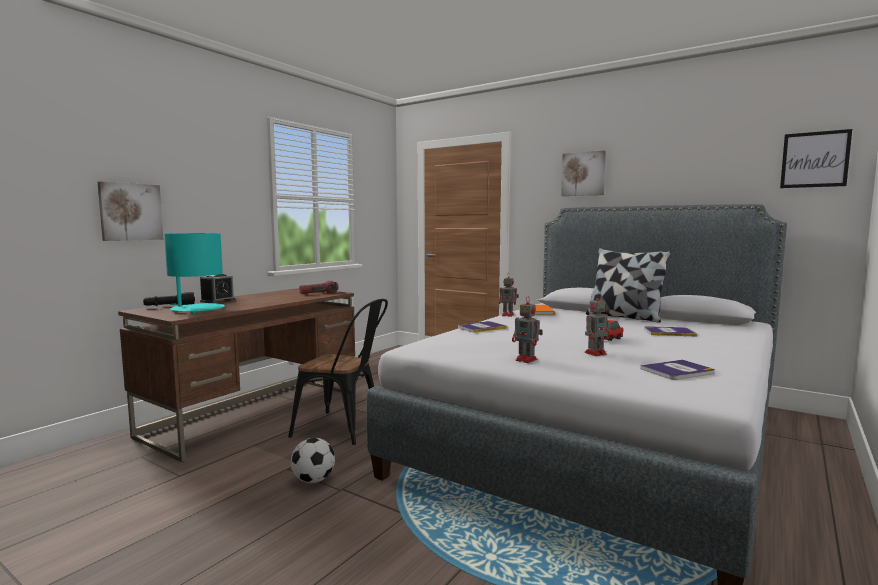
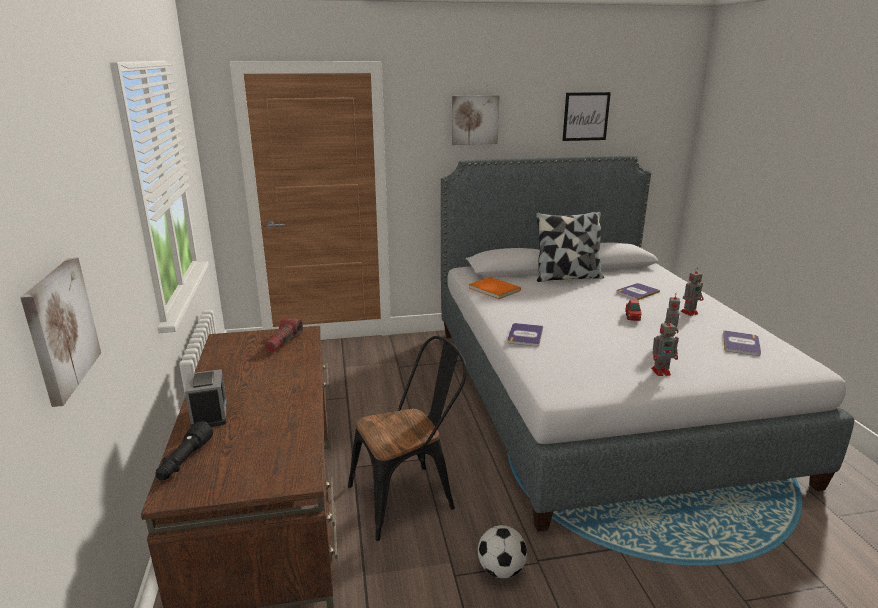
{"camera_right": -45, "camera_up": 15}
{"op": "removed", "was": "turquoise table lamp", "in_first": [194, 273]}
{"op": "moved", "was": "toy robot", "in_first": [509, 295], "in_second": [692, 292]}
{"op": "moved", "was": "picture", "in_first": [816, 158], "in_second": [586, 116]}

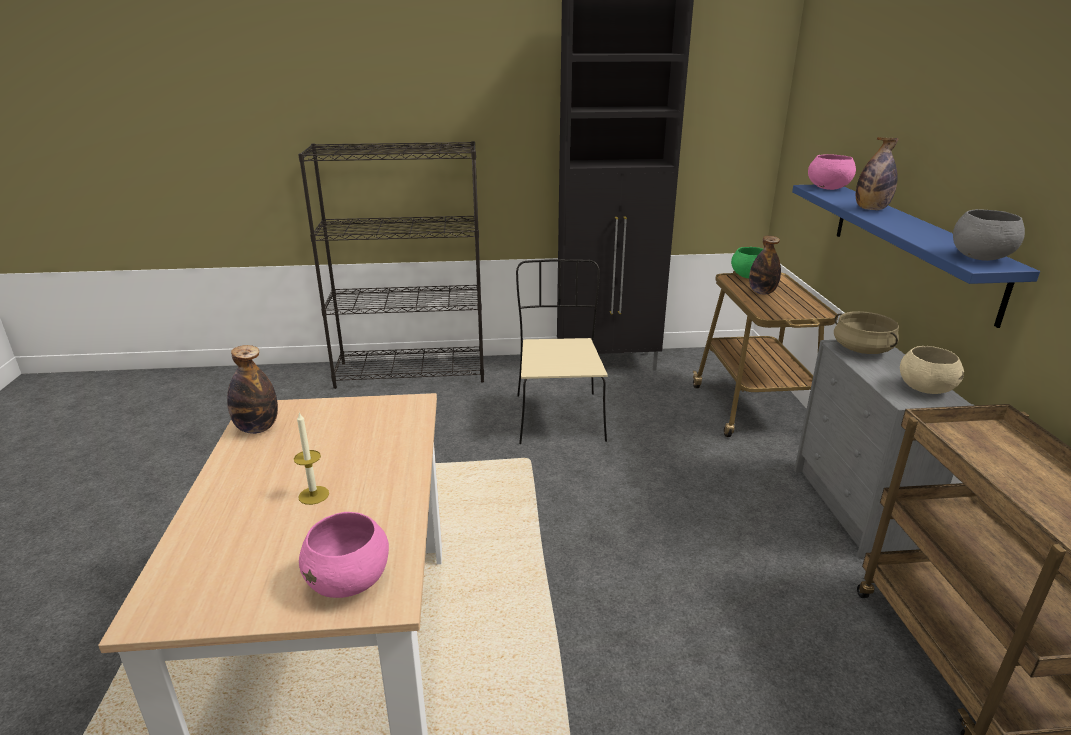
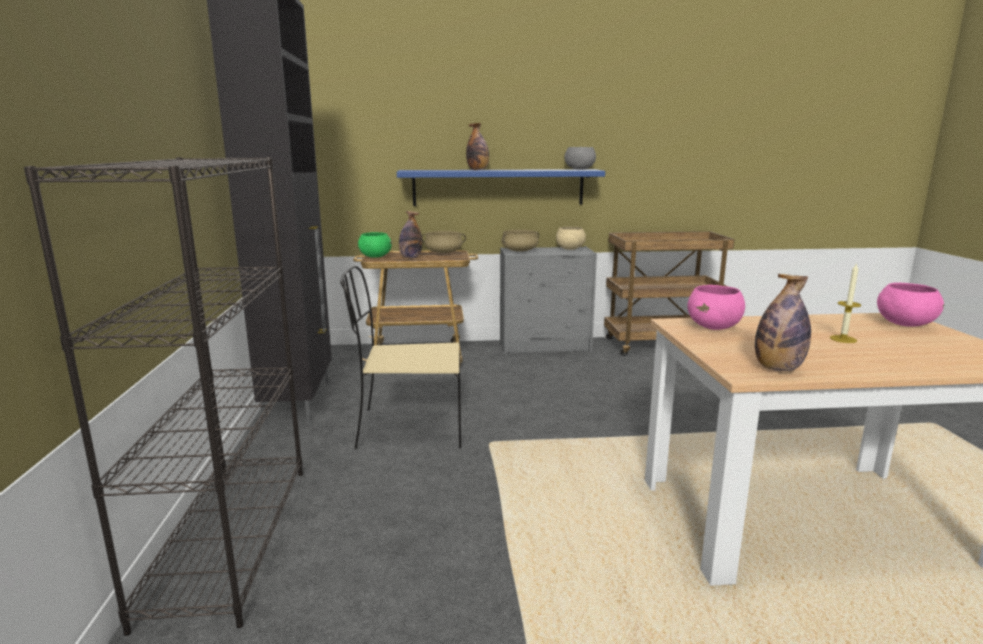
{"camera_right": -90, "camera_up": -10}
{"op": "moved", "was": "pink bowl", "in_first": [832, 172], "in_second": [716, 307]}
{"op": "added", "now": "beige cooking pot", "in_second": [444, 242]}

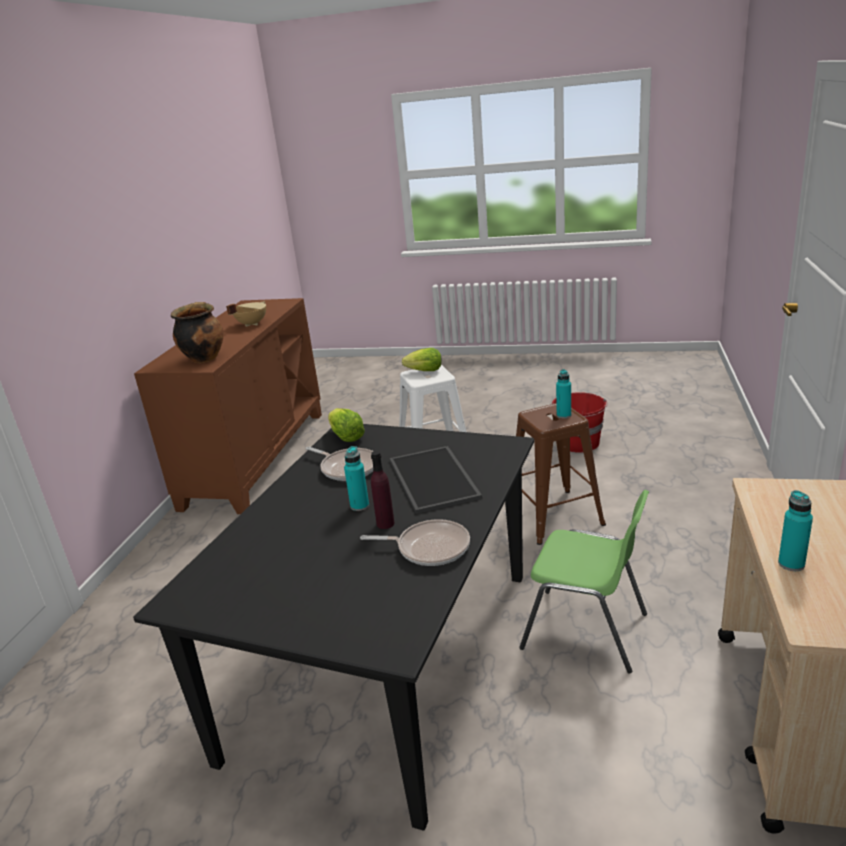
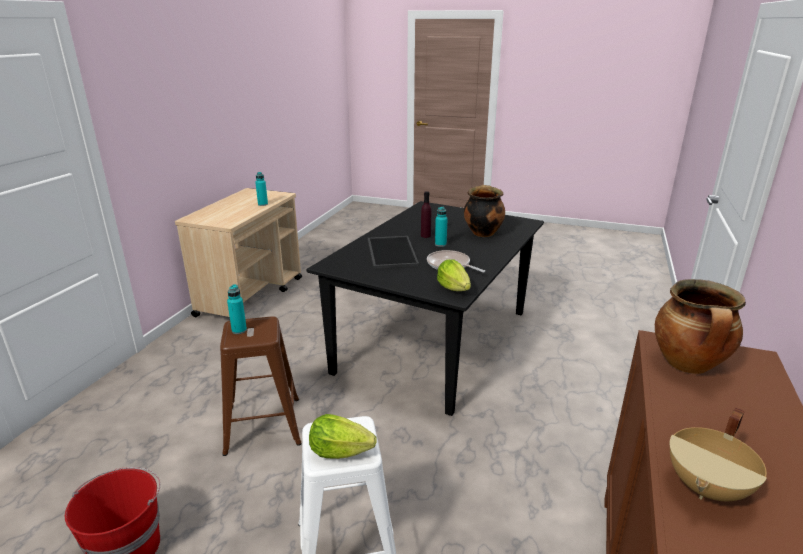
{"camera_right": -175, "camera_up": 0}
{"op": "removed", "was": "frying pan", "in_first": [415, 542]}
{"op": "removed", "was": "green chair", "in_first": [584, 581]}
{"op": "added", "now": "cooking pot", "in_second": [484, 211]}

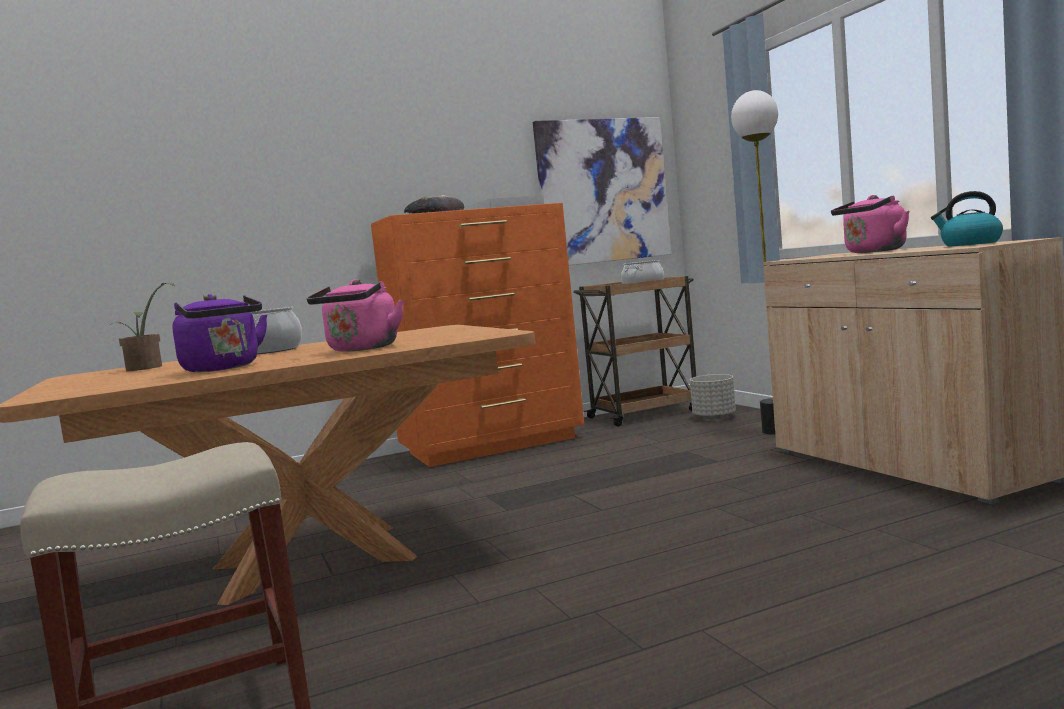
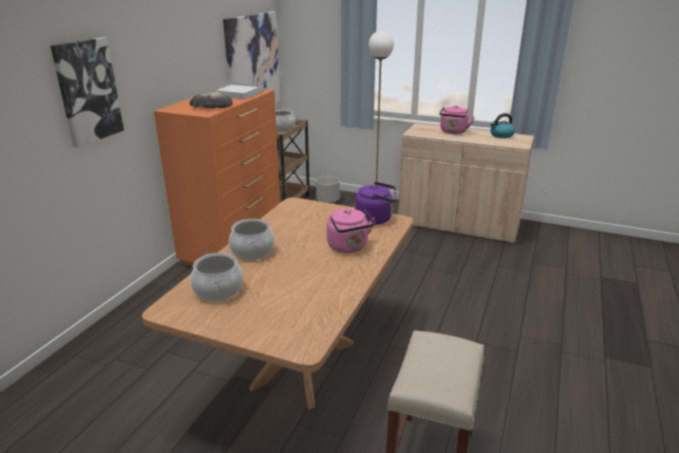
{"camera_right": -45, "camera_up": 20}
{"op": "replaced", "was": "potted plant", "now": "cooking pot", "in_first": [142, 327], "in_second": [217, 277]}
{"op": "moved", "was": "purple kettle", "in_first": [219, 333], "in_second": [375, 203]}
{"op": "added", "now": "picture", "in_second": [87, 92]}

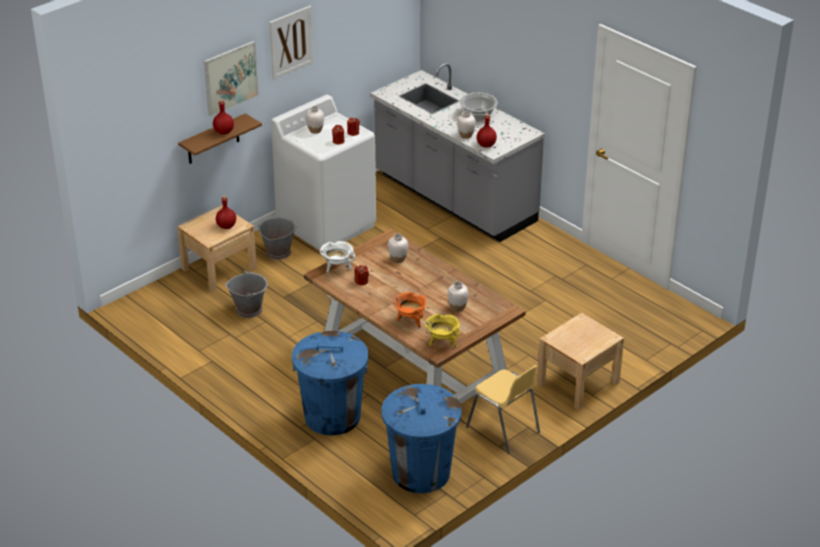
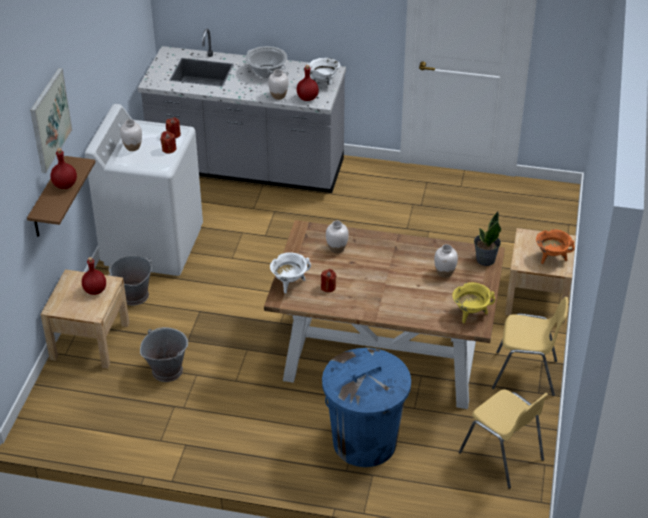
{"camera_right": -35, "camera_up": 5}
{"op": "removed", "was": "picture", "in_first": [291, 43]}
{"op": "replaced", "was": "blue trash can", "now": "yellow chair", "in_first": [421, 438], "in_second": [503, 438]}
{"op": "moved", "was": "orange cooking pot", "in_first": [409, 310], "in_second": [555, 246]}
{"op": "added", "now": "white cooking pot", "in_second": [323, 71]}
{"op": "added", "now": "potted plant", "in_second": [487, 239]}

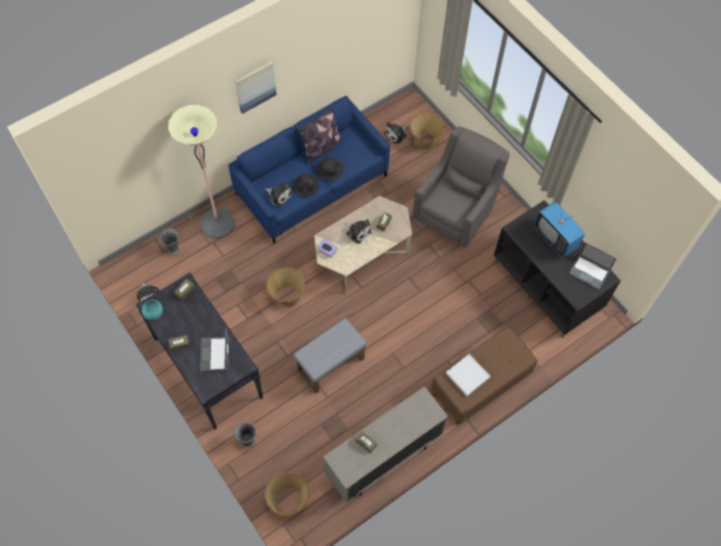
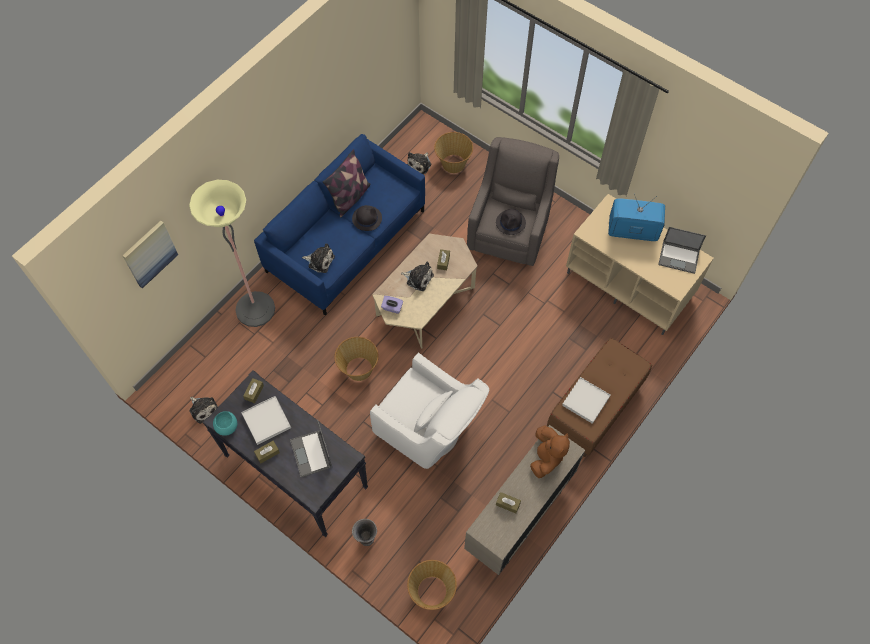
{"camera_right": -15, "camera_up": 0}
{"op": "removed", "was": "grey vase", "in_first": [169, 242]}
{"op": "moved", "was": "picture", "in_first": [256, 87], "in_second": [150, 255]}
{"op": "moved", "was": "black hat", "in_first": [306, 185], "in_second": [511, 222]}
{"op": "replaced", "was": "grey ottoman", "now": "white armchair", "in_first": [330, 356], "in_second": [429, 410]}
{"op": "recoloured", "was": "black tv stand", "now": "beige tv stand", "in_first": [557, 269], "in_second": [640, 264]}
{"op": "turned", "was": "television", "in_first": [559, 230], "in_second": [636, 217], "clockwise": 150}
{"op": "added", "now": "white tray", "in_second": [266, 420]}
{"op": "added", "now": "brown plush toy", "in_second": [550, 452]}

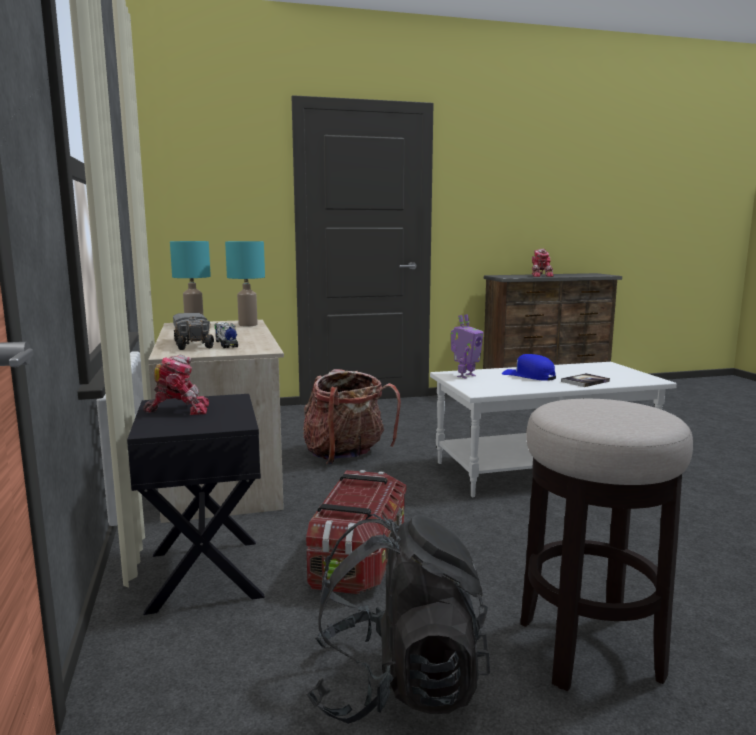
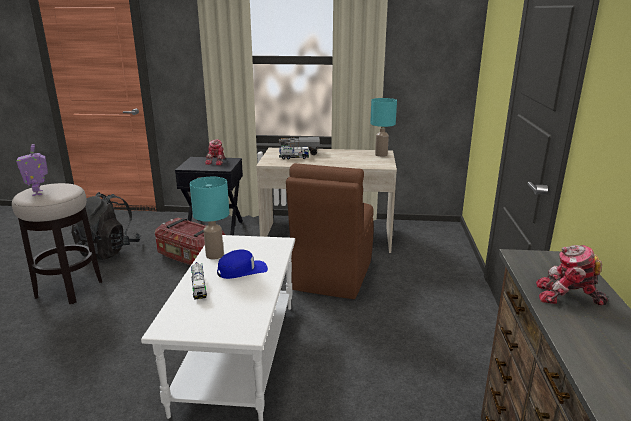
{"camera_right": 110, "camera_up": 10}
{"op": "moved", "was": "turquoise table lamp", "in_first": [245, 283], "in_second": [209, 218]}
{"op": "replaced", "was": "backpack", "now": "brown chair", "in_first": [352, 416], "in_second": [330, 231]}
{"op": "moved", "was": "toy robot", "in_first": [467, 346], "in_second": [32, 170]}
{"op": "replaced", "was": "book", "now": "toy truck", "in_first": [585, 380], "in_second": [199, 281]}

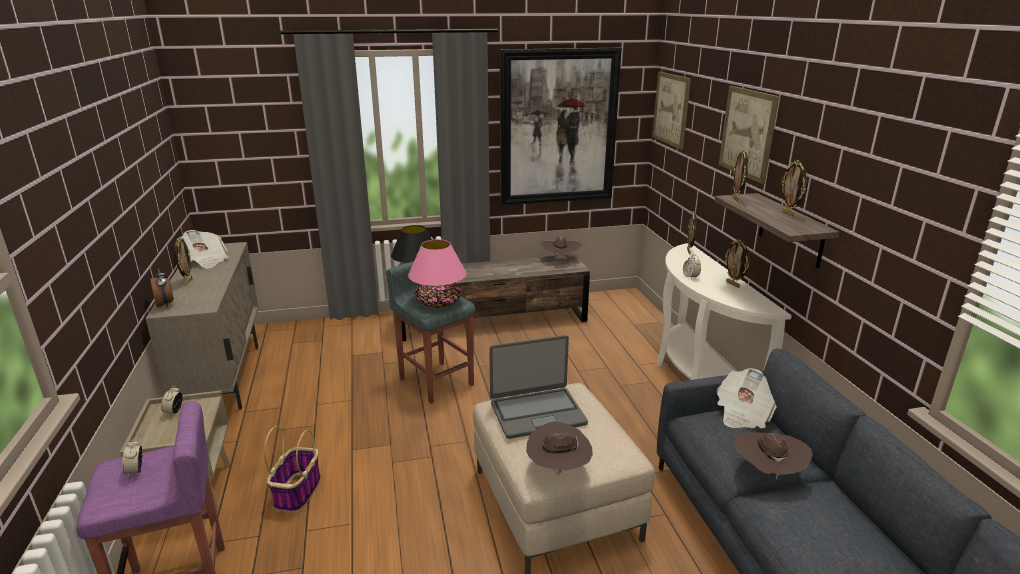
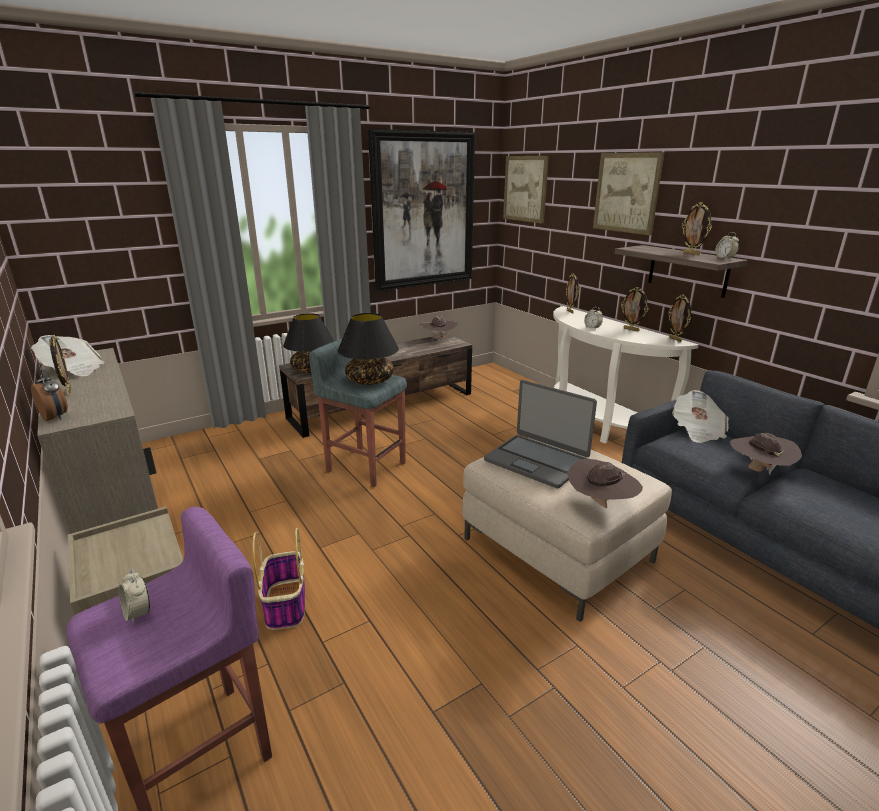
{"camera_right": -20, "camera_up": 0}
{"op": "moved", "was": "alarm clock", "in_first": [172, 401], "in_second": [727, 246]}
{"op": "recoloured", "was": "pink table lamp", "now": "black table lamp", "in_first": [437, 273], "in_second": [368, 349]}
{"op": "turned", "was": "laptop", "in_first": [538, 387], "in_second": [540, 434], "clockwise": 75}
{"op": "moved", "was": "picture frame", "in_first": [740, 175], "in_second": [679, 318]}

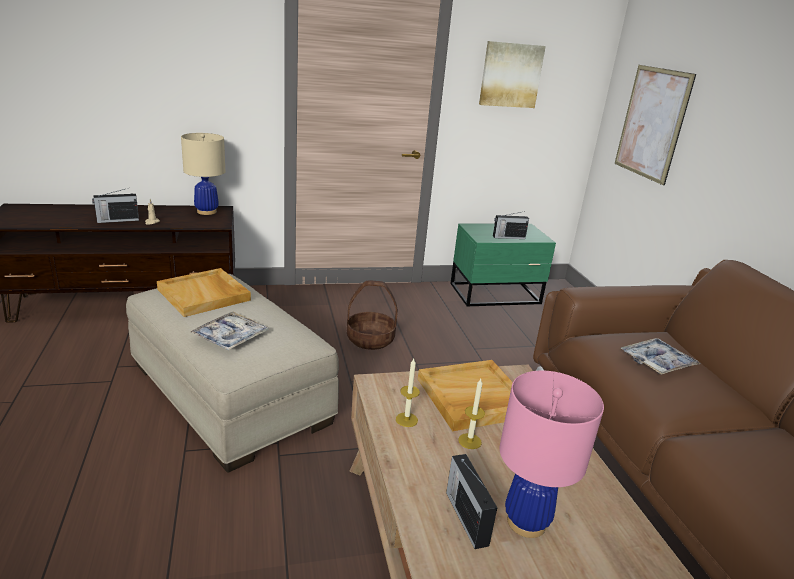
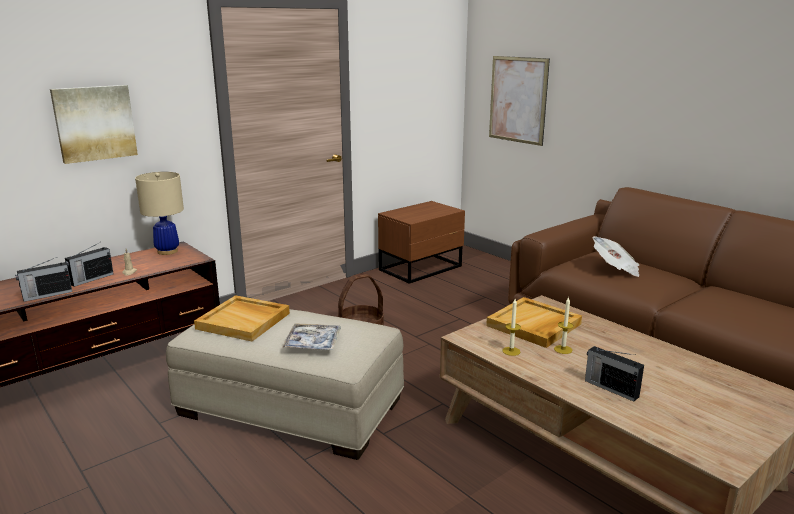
{"camera_right": -25, "camera_up": -5}
{"op": "recoloured", "was": "green nightstand", "now": "brown nightstand", "in_first": [503, 264], "in_second": [421, 242]}
{"op": "moved", "was": "picture", "in_first": [512, 74], "in_second": [94, 124]}
{"op": "moved", "was": "radio", "in_first": [511, 225], "in_second": [43, 279]}
{"op": "removed", "was": "pink table lamp", "in_first": [551, 454]}
{"op": "replaced", "was": "tray", "now": "newspaper", "in_first": [660, 356], "in_second": [615, 256]}

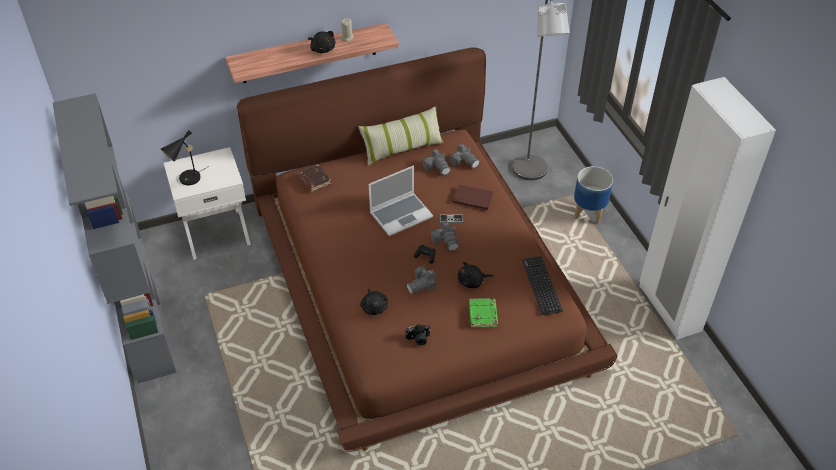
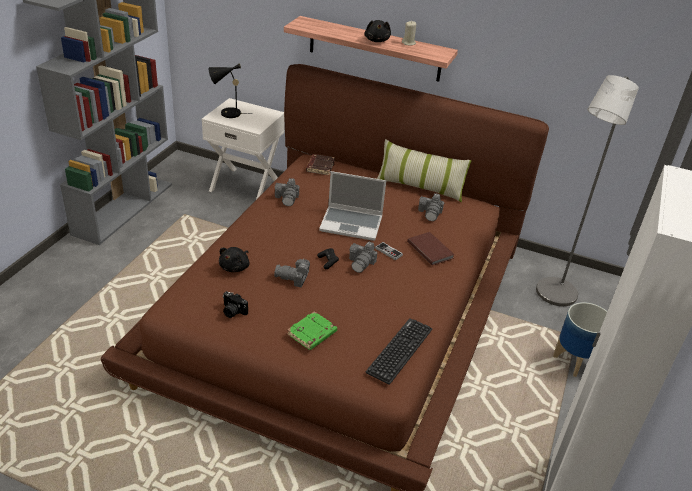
{"camera_right": 40, "camera_up": -10}
{"op": "moved", "was": "photo camera", "in_first": [465, 156], "in_second": [287, 192]}
{"op": "removed", "was": "black plush toy", "in_first": [475, 275]}

